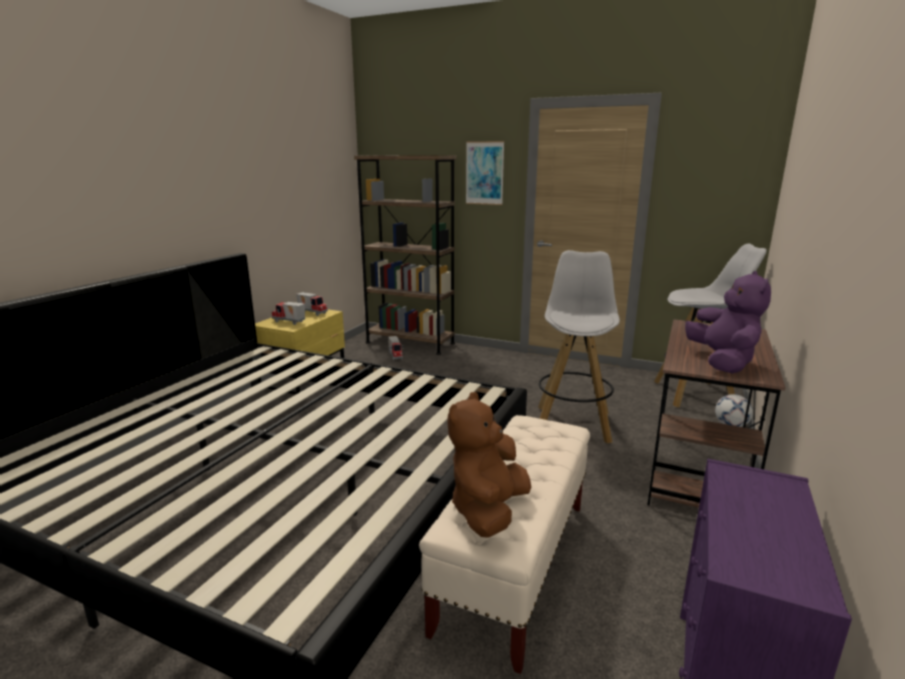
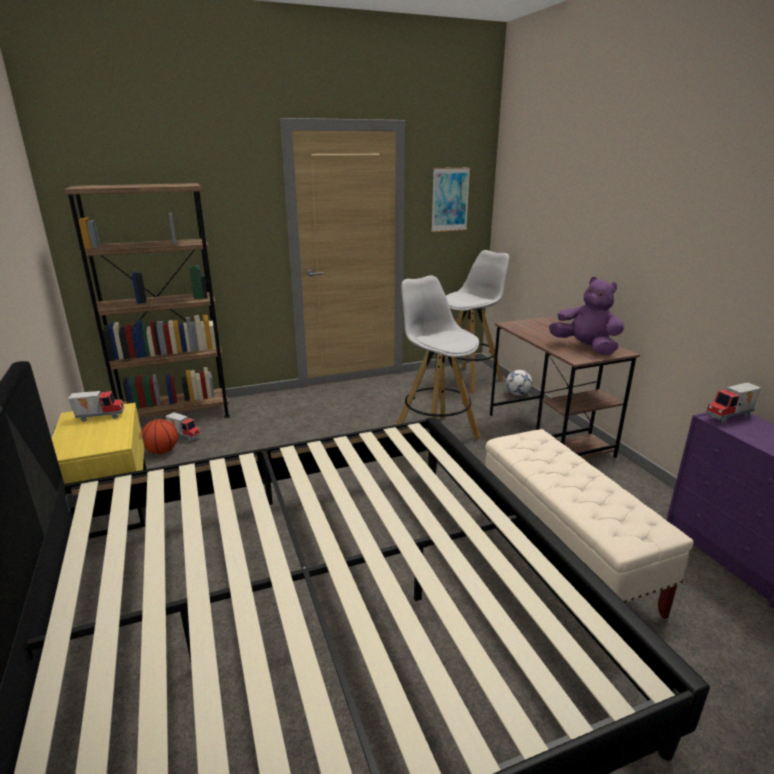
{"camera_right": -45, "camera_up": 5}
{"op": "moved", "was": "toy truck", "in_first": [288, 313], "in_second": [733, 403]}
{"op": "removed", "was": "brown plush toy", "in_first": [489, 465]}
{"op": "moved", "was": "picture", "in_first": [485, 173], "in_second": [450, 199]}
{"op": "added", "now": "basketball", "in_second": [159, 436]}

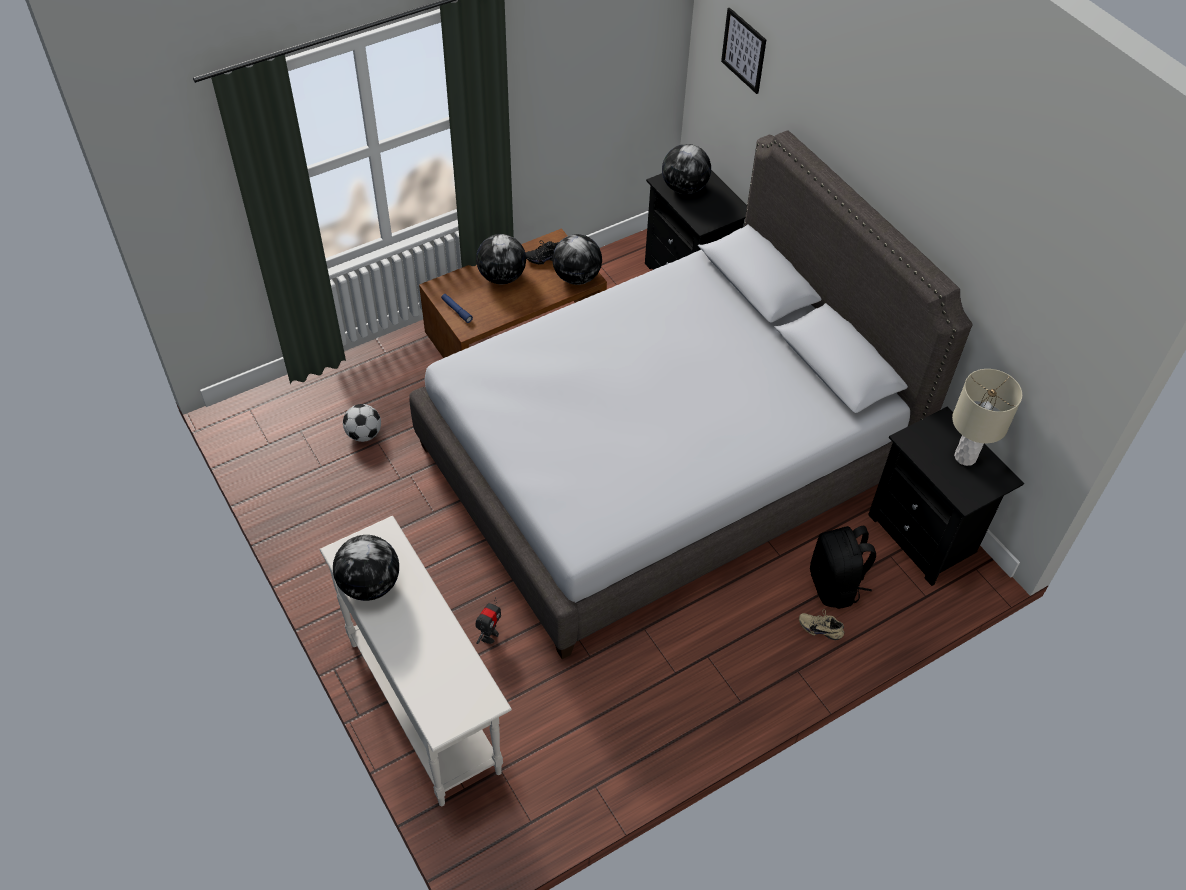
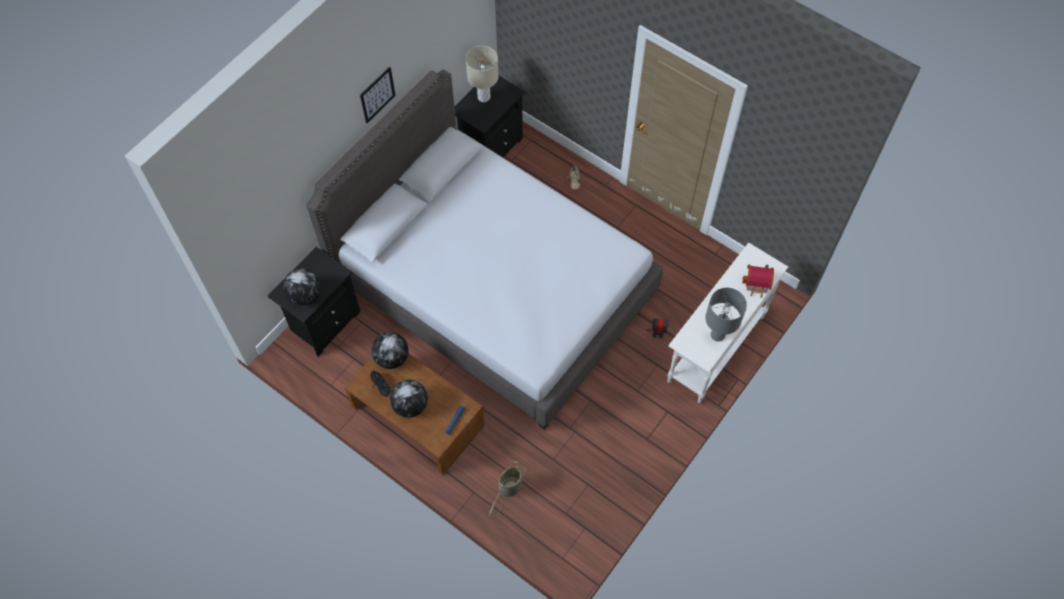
{"camera_right": -110, "camera_up": 10}
{"op": "replaced", "was": "globe", "now": "grey table lamp", "in_first": [366, 568], "in_second": [726, 315]}
{"op": "removed", "was": "football", "in_first": [362, 423]}
{"op": "moved", "was": "picture", "in_first": [743, 50], "in_second": [378, 95]}
{"op": "removed", "was": "black backpack", "in_first": [843, 567]}
{"op": "added", "now": "basket", "in_second": [507, 489]}
{"op": "added", "now": "toy house", "in_second": [758, 281]}

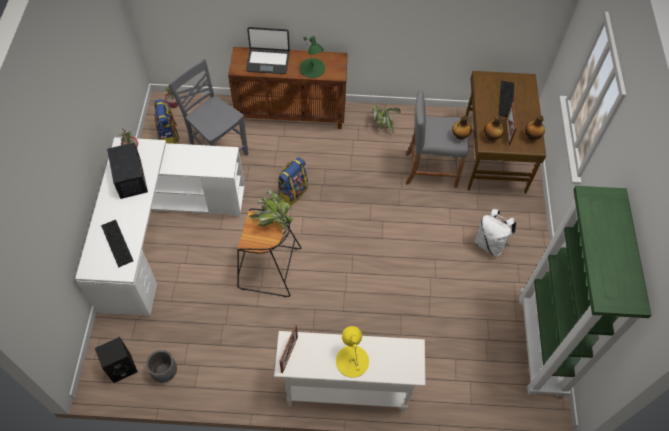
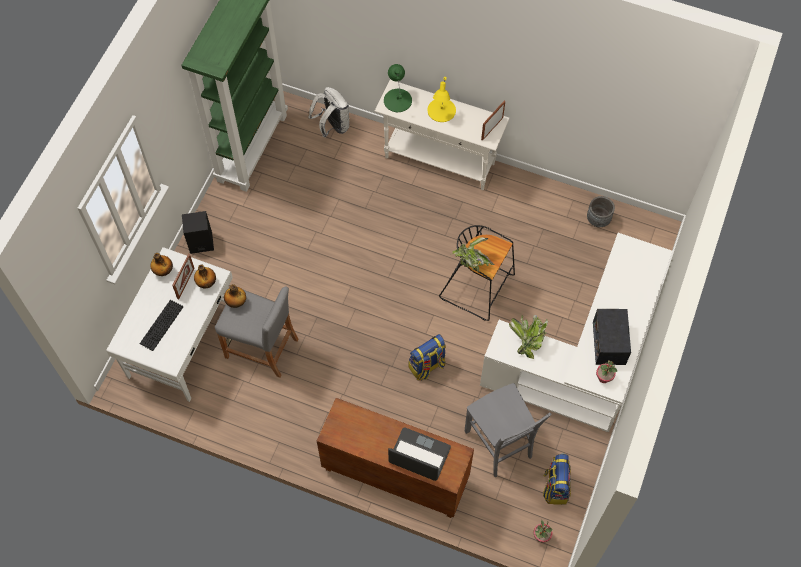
{"camera_right": -160, "camera_up": 5}
{"op": "moved", "was": "black speaker", "in_first": [116, 360], "in_second": [198, 232]}
{"op": "removed", "was": "keyboard", "in_first": [117, 243]}
{"op": "moved", "was": "green table lamp", "in_first": [312, 57], "in_second": [398, 88]}
{"op": "moved", "was": "potted plant", "in_first": [387, 119], "in_second": [528, 337]}
{"op": "recoloured", "was": "brown desk", "now": "white desk", "in_first": [506, 132], "in_second": [169, 324]}
{"op": "moved", "was": "white backpack", "in_first": [495, 233], "in_second": [328, 112]}

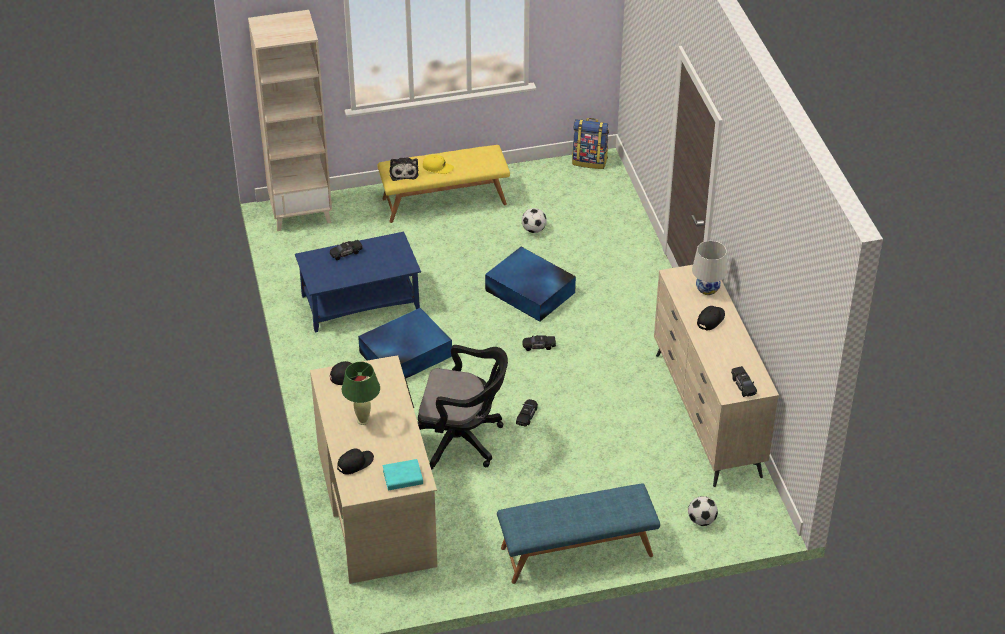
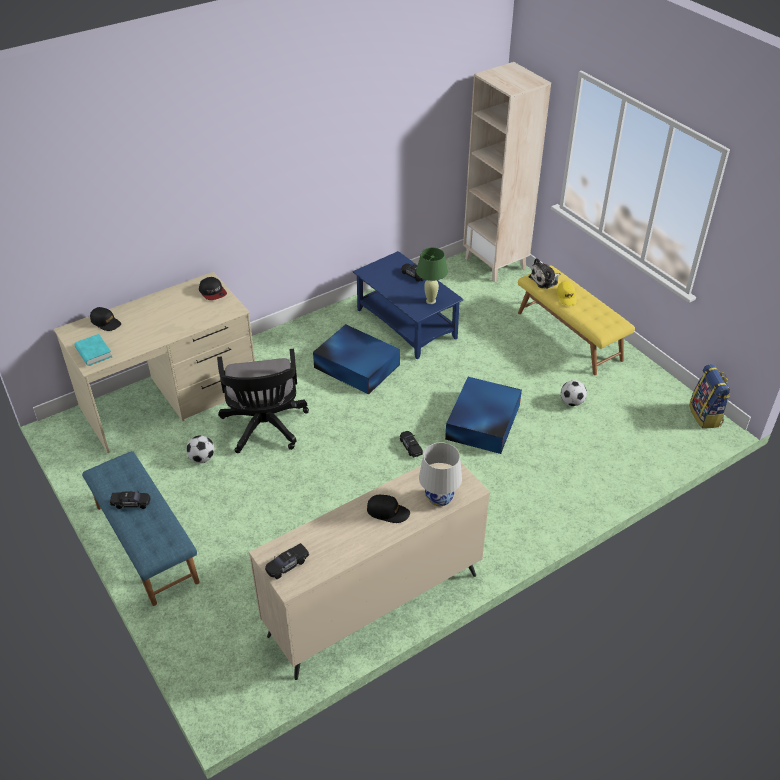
{"camera_right": 70, "camera_up": 0}
{"op": "moved", "was": "green table lamp", "in_first": [361, 393], "in_second": [432, 276]}
{"op": "moved", "was": "black toy car", "in_first": [527, 413], "in_second": [130, 500]}
{"op": "moved", "was": "football", "in_first": [703, 511], "in_second": [200, 449]}

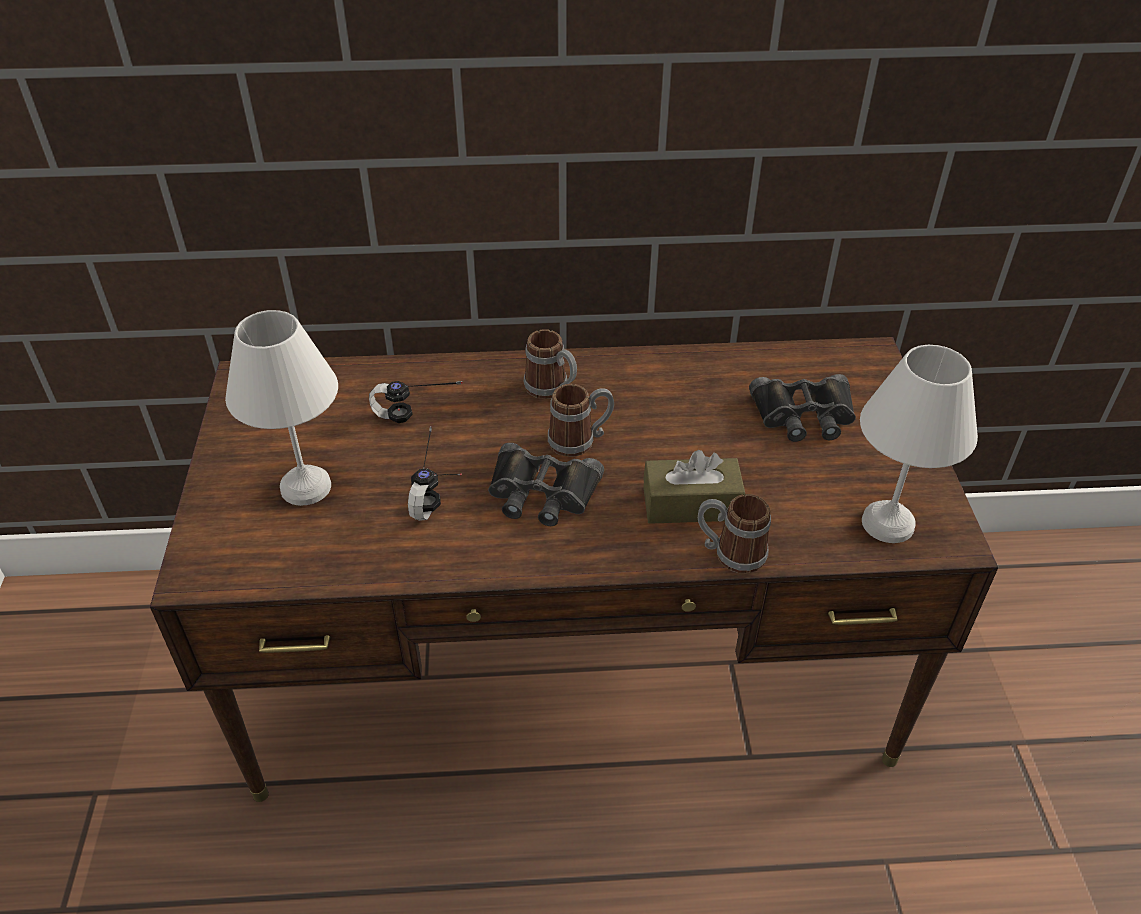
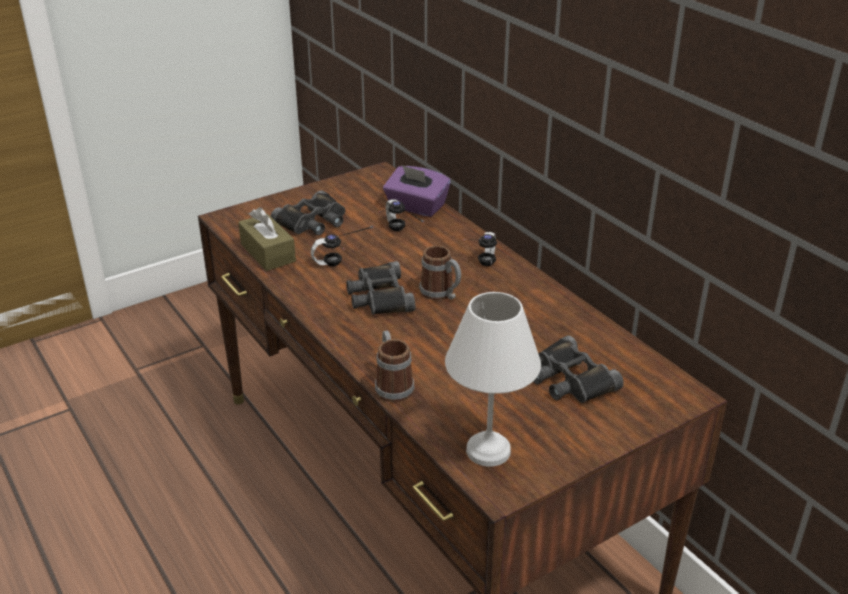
{"camera_right": 60, "camera_up": -10}
{"op": "replaced", "was": "white table lamp", "now": "black binoculars", "in_first": [281, 408], "in_second": [308, 212]}
{"op": "replaced", "was": "mug", "now": "headphones", "in_first": [550, 364], "in_second": [480, 249]}
{"op": "moved", "was": "brown tissue box", "in_first": [694, 487], "in_second": [267, 239]}
{"op": "added", "now": "purple tissue box", "in_second": [417, 191]}

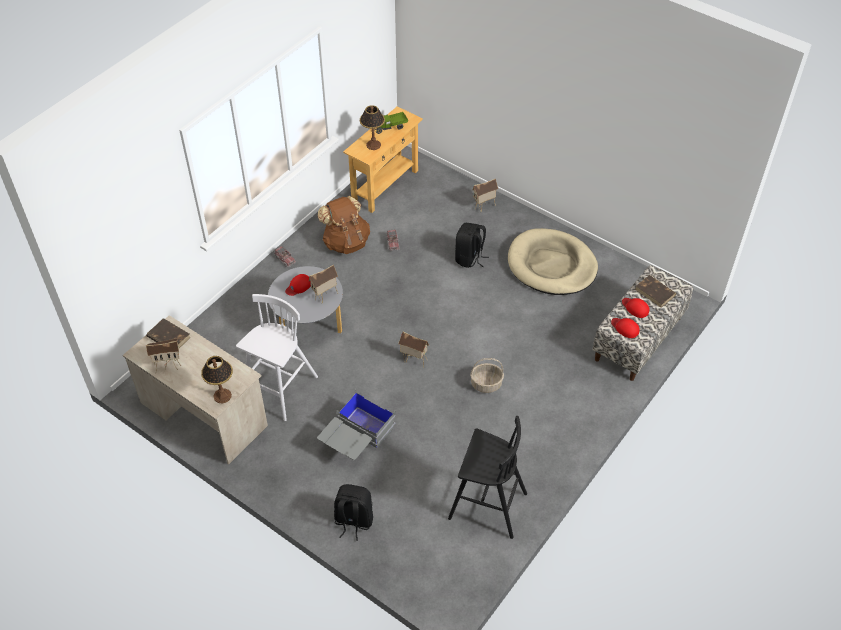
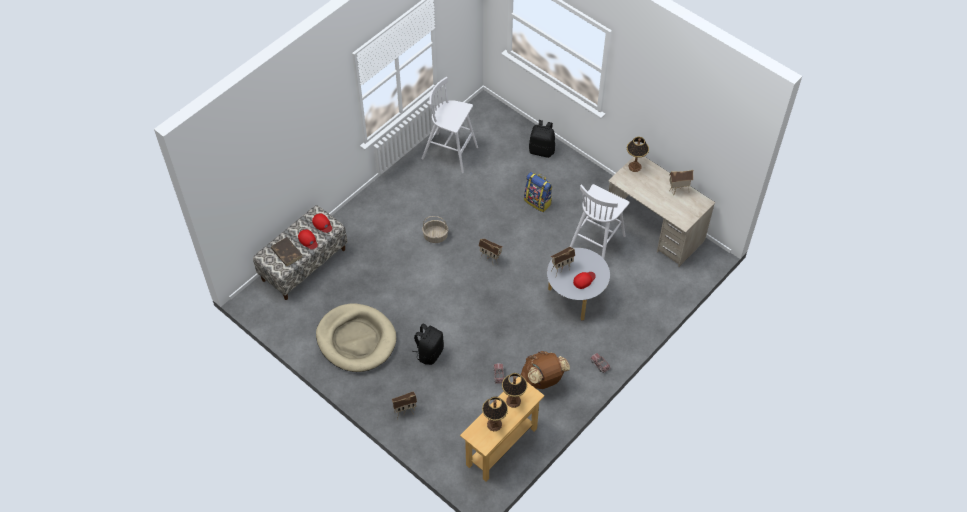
{"camera_right": -175, "camera_up": 5}
{"op": "removed", "was": "brown book", "in_first": [168, 333]}
{"op": "replaced", "was": "grey storage box", "now": "backpack", "in_first": [356, 424], "in_second": [538, 192]}
{"op": "replaced", "was": "toy truck", "now": "table lamp", "in_first": [391, 123], "in_second": [495, 413]}
{"op": "recoloured", "was": "black stool", "now": "white stool", "in_first": [487, 477], "in_second": [449, 125]}

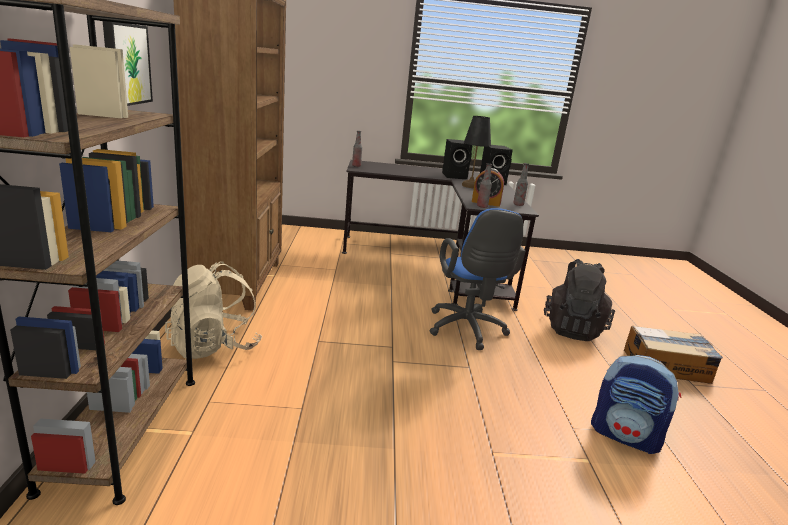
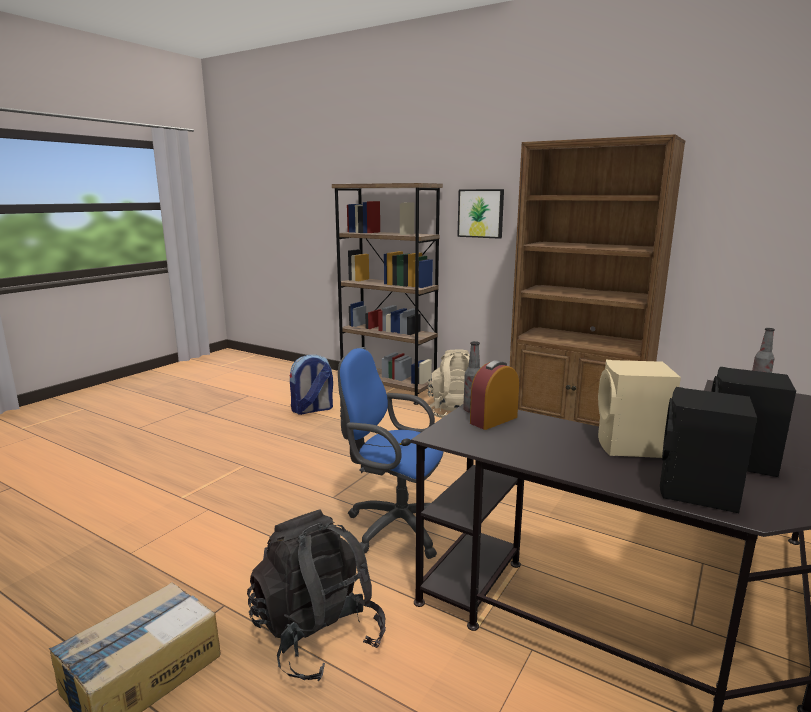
{"camera_right": 125, "camera_up": -5}
{"op": "replaced", "was": "black table lamp", "now": "beige speaker", "in_first": [476, 152], "in_second": [639, 409]}
{"op": "removed", "was": "bottle", "in_first": [521, 184]}
{"op": "moved", "was": "backpack", "in_first": [636, 404], "in_second": [311, 385]}

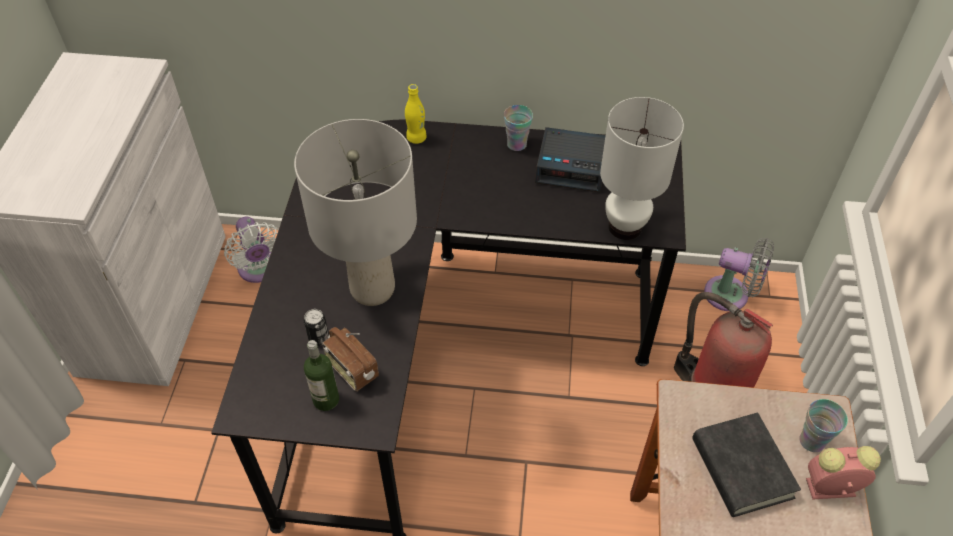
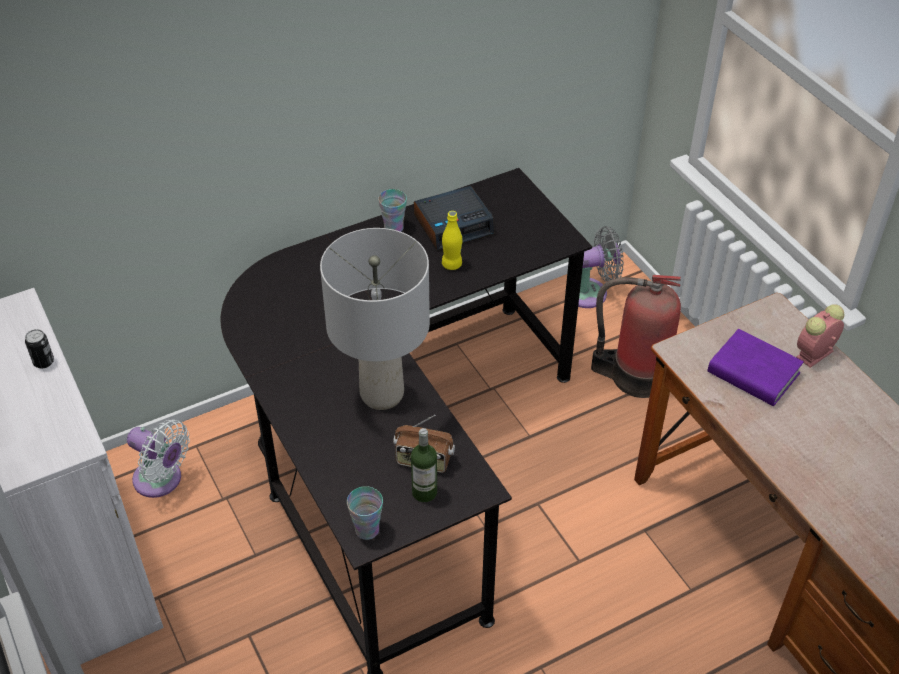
{"camera_right": -35, "camera_up": -5}
{"op": "moved", "was": "can", "in_first": [316, 327], "in_second": [39, 348]}
{"op": "moved", "was": "yellow bottle", "in_first": [416, 114], "in_second": [452, 240]}
{"op": "removed", "was": "white table lamp", "in_first": [642, 168]}
{"op": "recoloured", "was": "black book", "now": "purple book", "in_first": [746, 465], "in_second": [756, 367]}
{"op": "moved", "was": "cup", "in_first": [823, 425], "in_second": [365, 513]}

